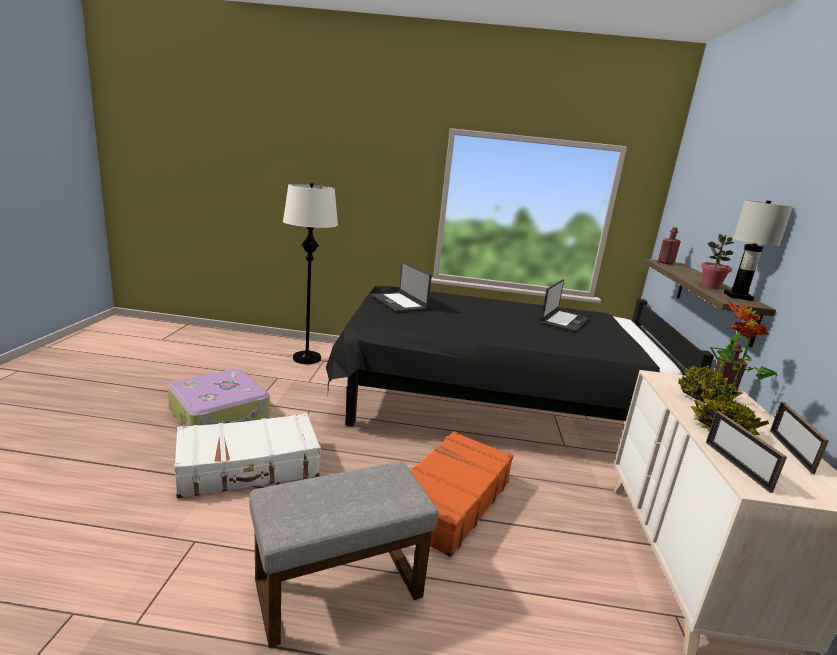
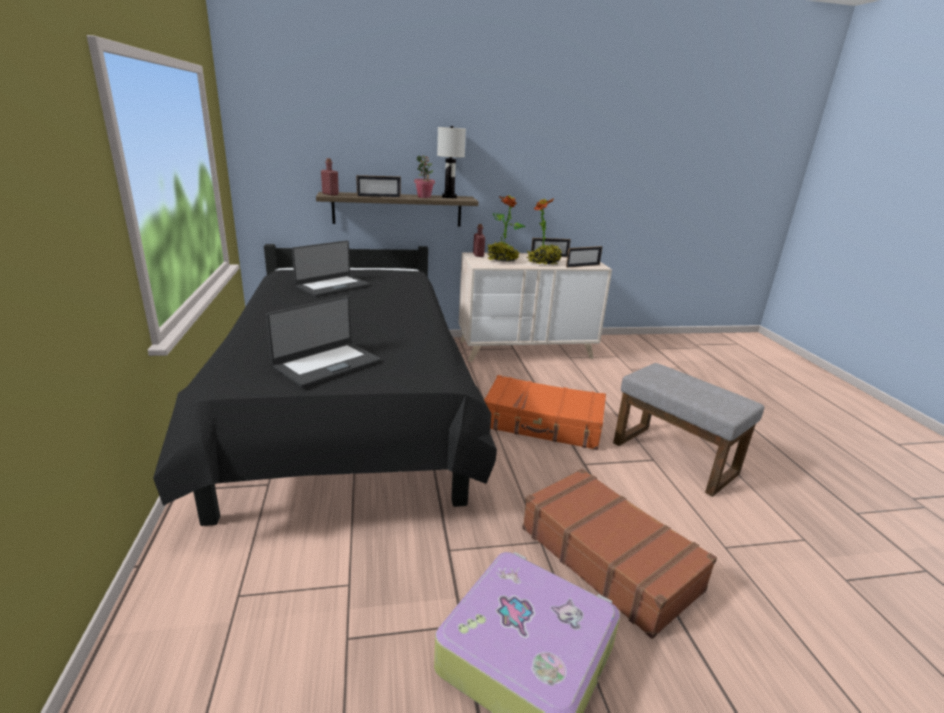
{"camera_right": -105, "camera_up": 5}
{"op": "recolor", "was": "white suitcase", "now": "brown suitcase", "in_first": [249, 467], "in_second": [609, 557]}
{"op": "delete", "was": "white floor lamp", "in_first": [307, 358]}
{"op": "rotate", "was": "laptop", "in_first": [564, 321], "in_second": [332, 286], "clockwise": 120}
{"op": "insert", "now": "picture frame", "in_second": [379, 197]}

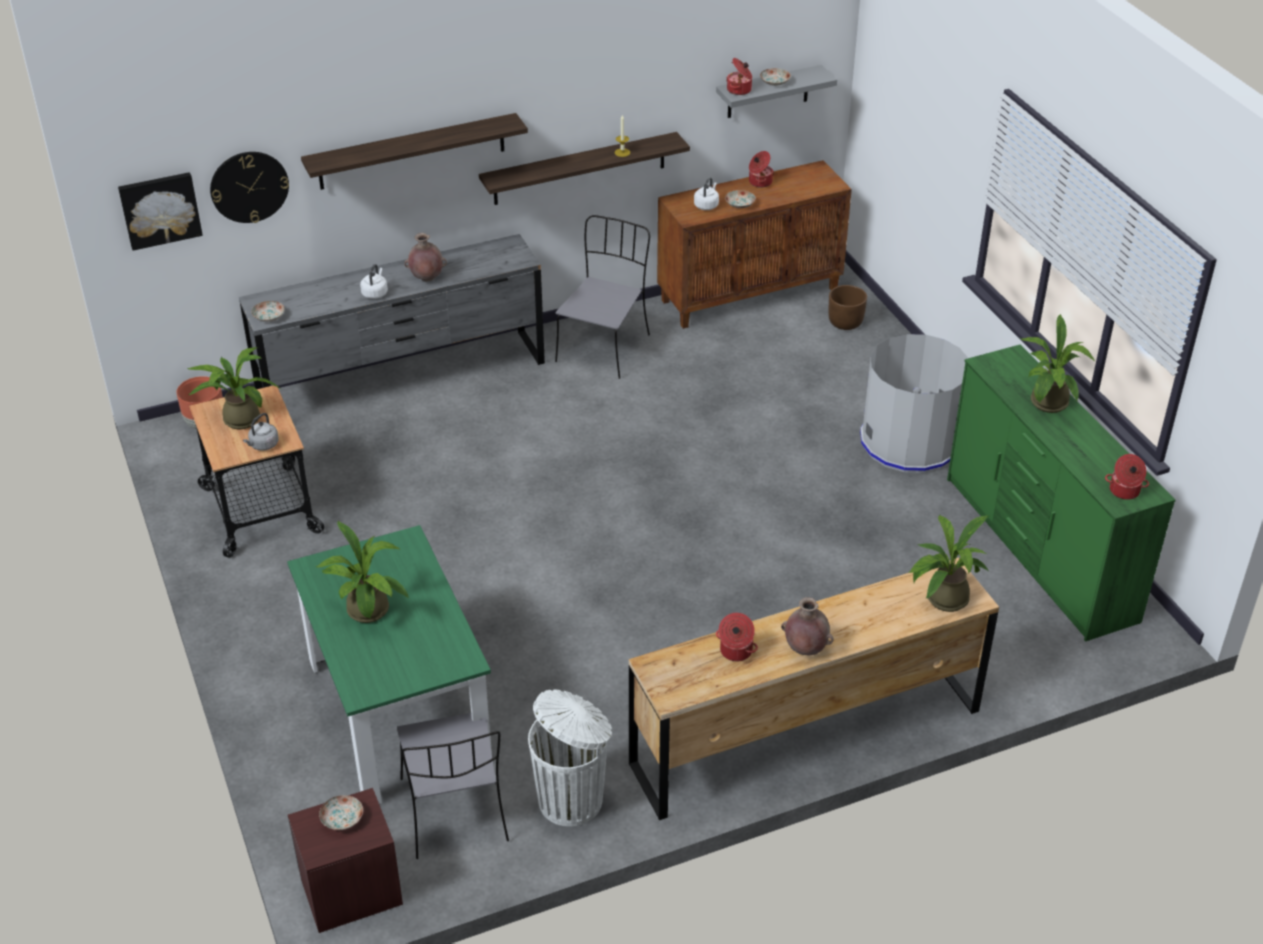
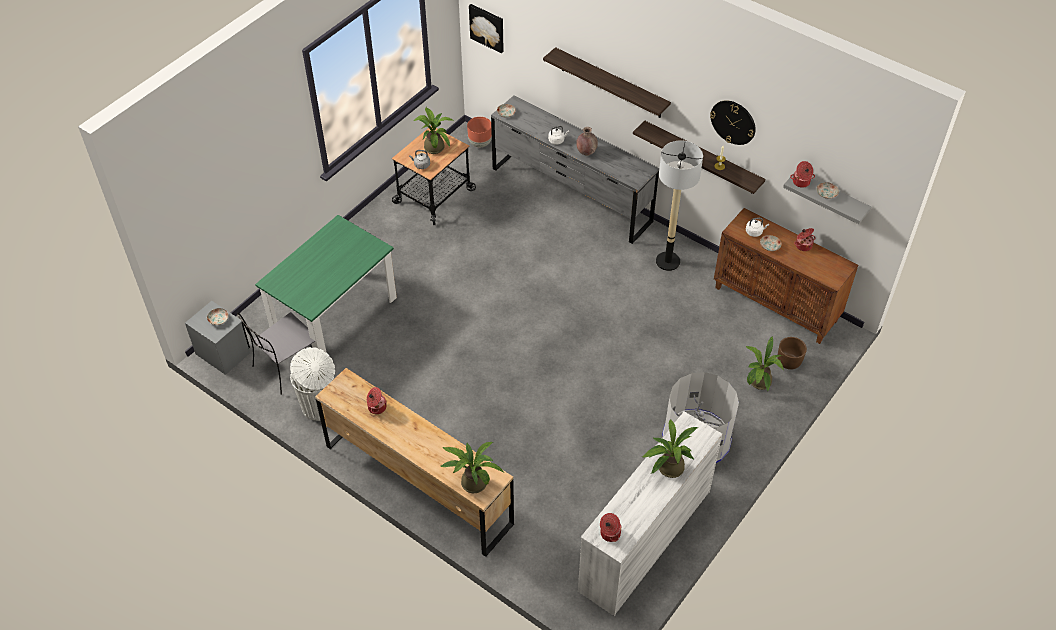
{"camera_right": 60, "camera_up": 10}
{"op": "move", "was": "wall clock", "in_first": [249, 186], "in_second": [733, 122]}
{"op": "recolor", "was": "brown nightstand", "now": "grey nightstand", "in_first": [351, 891], "in_second": [223, 353]}
{"op": "move", "was": "potted plant", "in_first": [369, 614], "in_second": [758, 383]}
{"op": "replace", "was": "grey chair", "now": "floor lamp", "in_first": [604, 347], "in_second": [668, 261]}
{"op": "delete", "was": "brown vase", "in_first": [805, 649]}
{"op": "recolor", "was": "green dresser", "now": "white dresser", "in_first": [1038, 549], "in_second": [644, 540]}

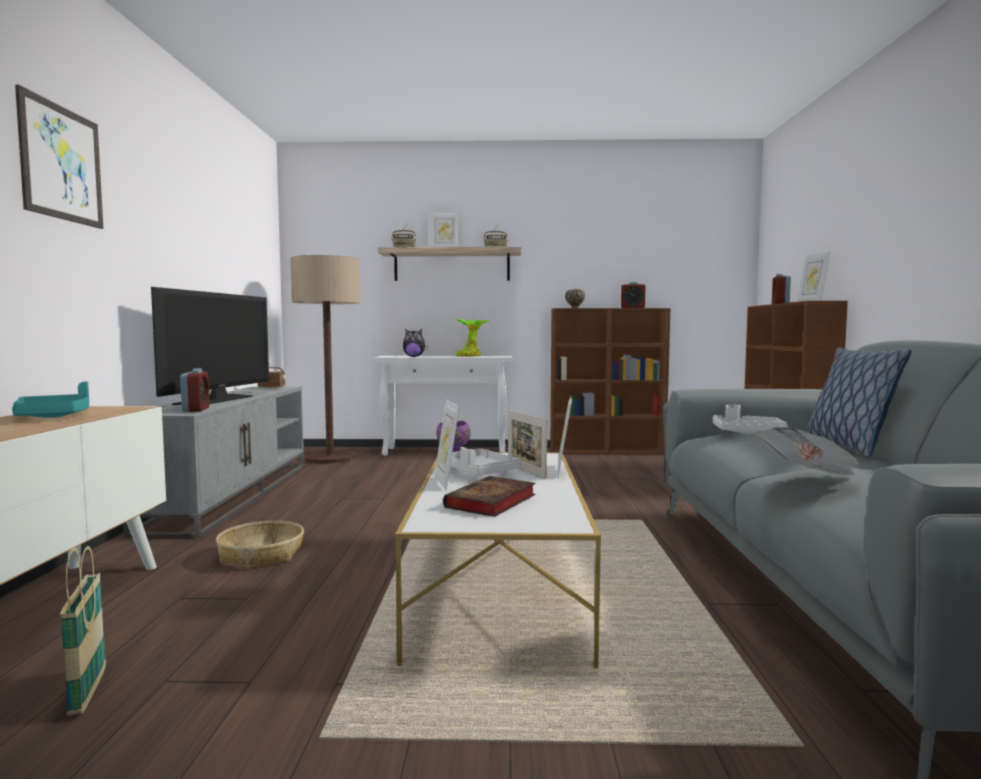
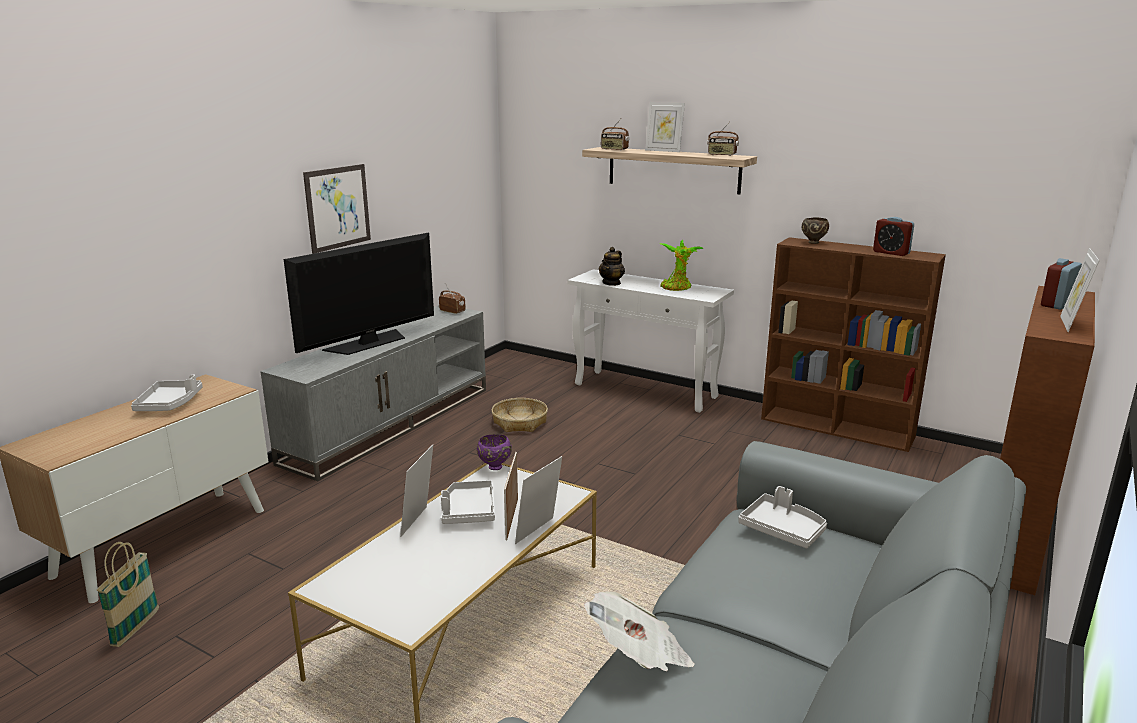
{"camera_right": 30, "camera_up": 15}
{"op": "recolor", "was": "turquoise tray", "now": "grey tray", "in_first": [54, 416], "in_second": [170, 404]}
{"op": "move", "was": "picture", "in_first": [62, 163], "in_second": [338, 207]}
{"op": "delete", "was": "alarm clock", "in_first": [196, 409]}
{"op": "move", "was": "basket", "in_first": [261, 555], "in_second": [519, 422]}
{"op": "delete", "was": "floor lamp", "in_first": [330, 458]}
{"op": "replace", "was": "plush toy", "now": "teapot", "in_first": [414, 356], "in_second": [611, 283]}
{"op": "delete", "was": "book", "in_first": [490, 502]}
{"op": "delete", "was": "pillow", "in_first": [847, 447]}

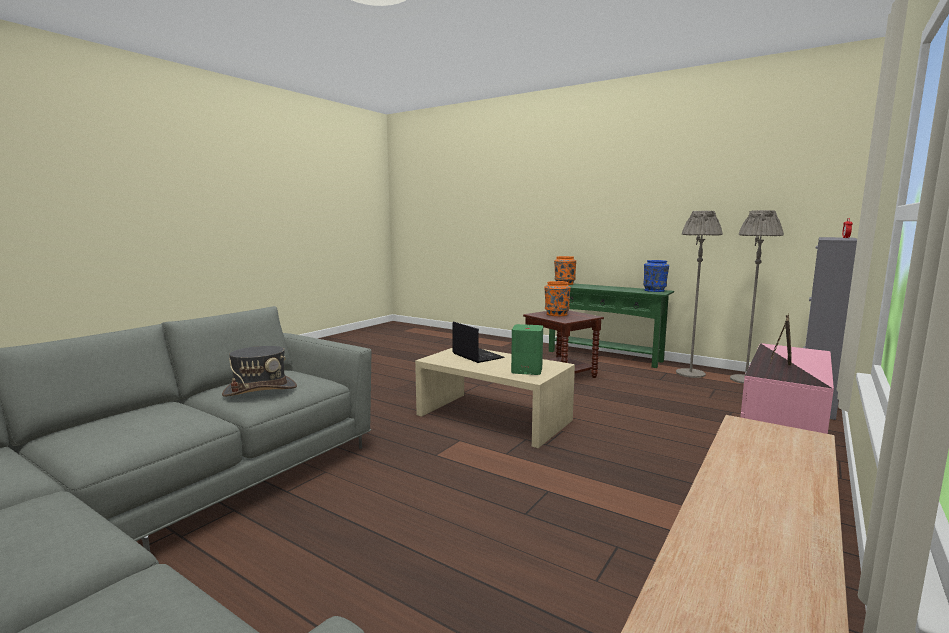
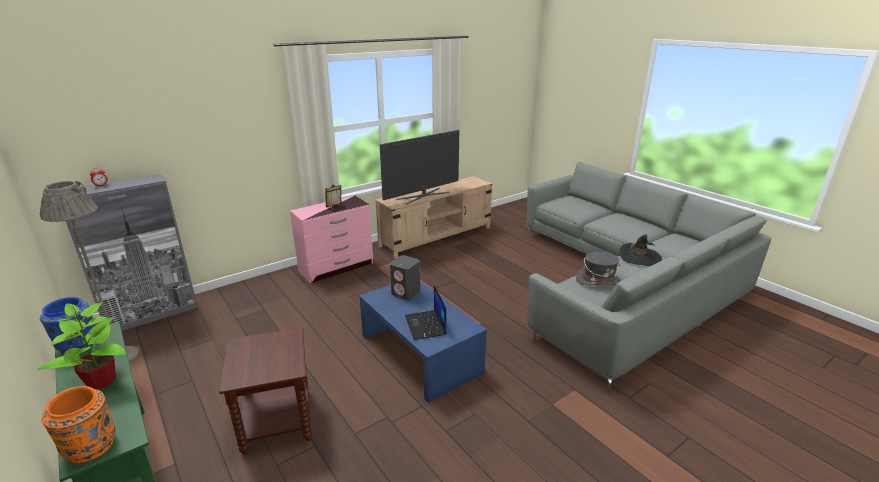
{"camera_right": -160, "camera_up": 15}
{"op": "recolor", "was": "beige coffee table", "now": "blue coffee table", "in_first": [493, 418], "in_second": [420, 353]}
{"op": "recolor", "was": "green speaker", "now": "grey speaker", "in_first": [526, 370], "in_second": [406, 292]}
{"op": "delete", "was": "orange vase", "in_first": [556, 314]}
{"op": "delete", "was": "grey floor lamp", "in_first": [690, 373]}
{"op": "insert", "now": "potted plant", "in_second": [101, 381]}
{"op": "insert", "now": "television", "in_second": [423, 196]}
{"op": "insert", "now": "black hat", "in_second": [639, 257]}

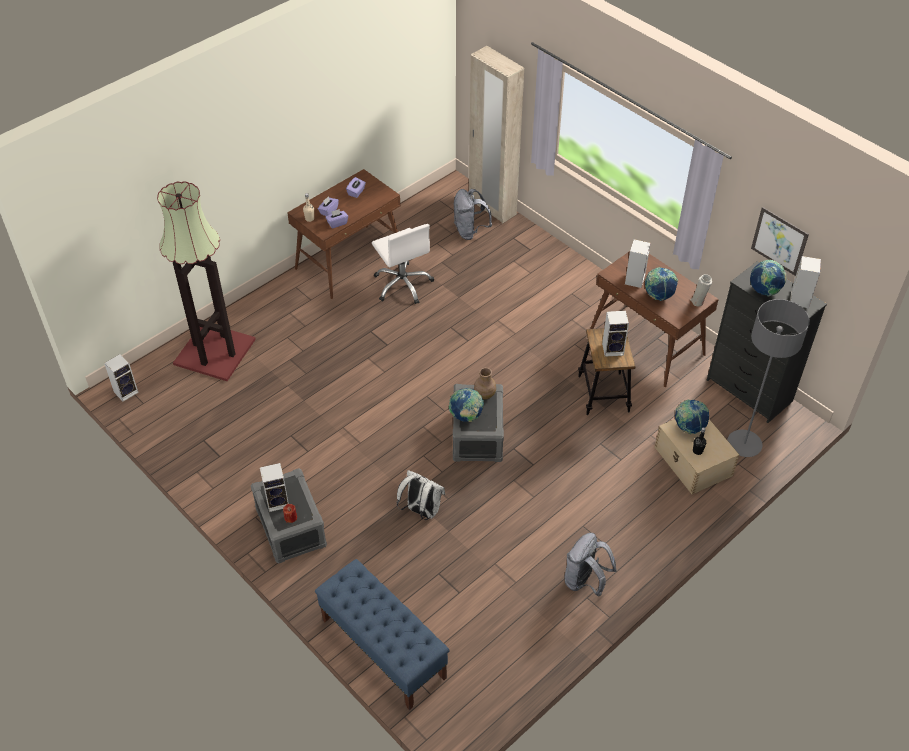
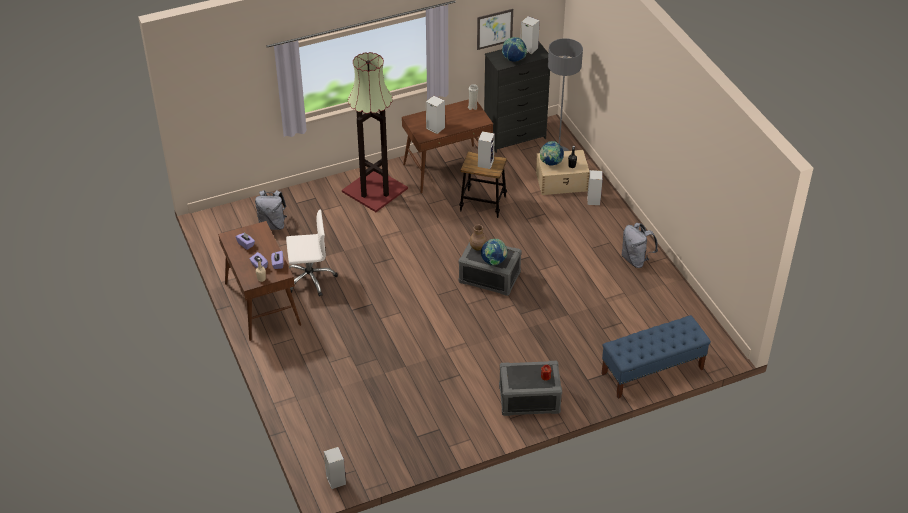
{"camera_right": -70, "camera_up": -5}
{"op": "move", "was": "floor lamp", "in_first": [216, 351], "in_second": [374, 189]}
{"op": "move", "was": "speaker", "in_first": [278, 501], "in_second": [593, 200]}
{"op": "delete", "was": "white backpack", "in_first": [421, 511]}
{"op": "delete", "was": "beige wardrobe", "in_first": [492, 207]}
{"op": "delete", "was": "globe", "in_first": [658, 296]}

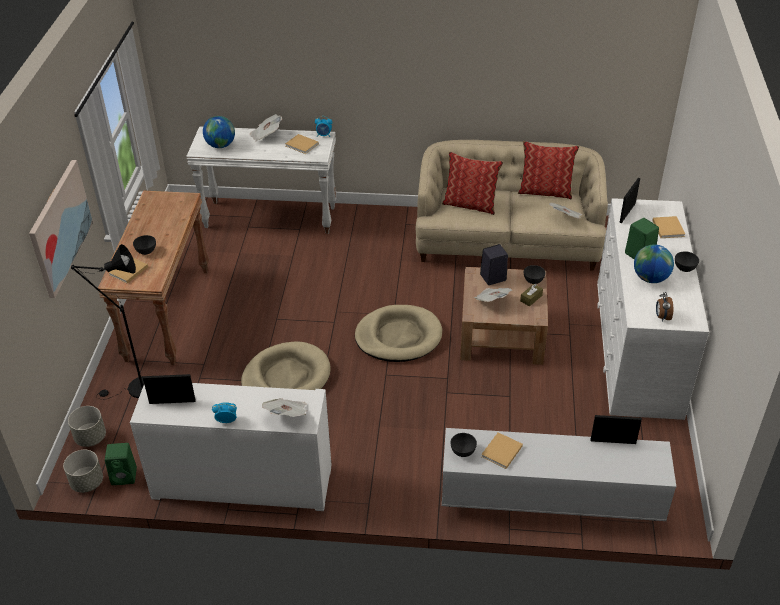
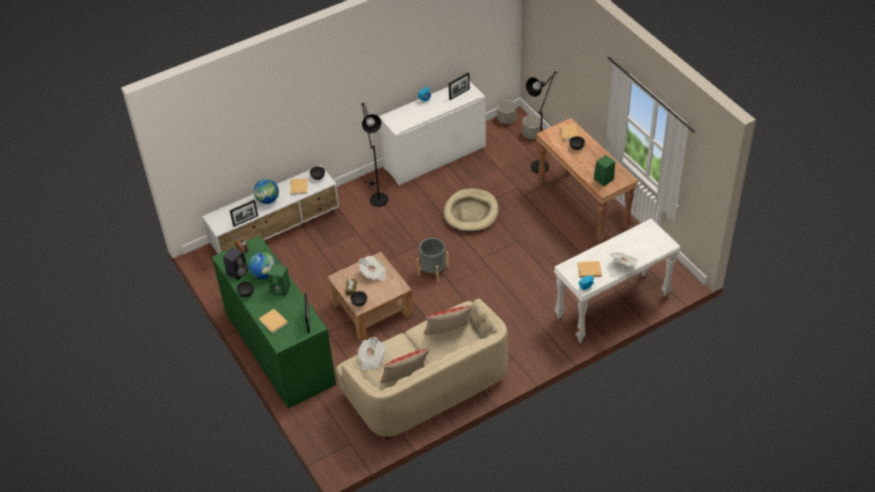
{"camera_right": 145, "camera_up": 5}
{"op": "delete", "was": "picture", "in_first": [59, 227]}
{"op": "move", "was": "green speaker", "in_first": [125, 476], "in_second": [603, 180]}
{"op": "move", "was": "globe", "in_first": [220, 145], "in_second": [268, 200]}
{"op": "delete", "was": "newspaper", "in_first": [287, 415]}
{"op": "replace", "was": "beige dog bed", "now": "grey planter", "in_first": [398, 336], "in_second": [433, 271]}
{"op": "move", "was": "black speaker", "in_first": [492, 278], "in_second": [237, 272]}
{"op": "recolor", "was": "white dresser", "now": "green dresser", "in_first": [637, 347], "in_second": [279, 347]}
{"op": "insert", "now": "black floor lamp", "in_second": [377, 197]}

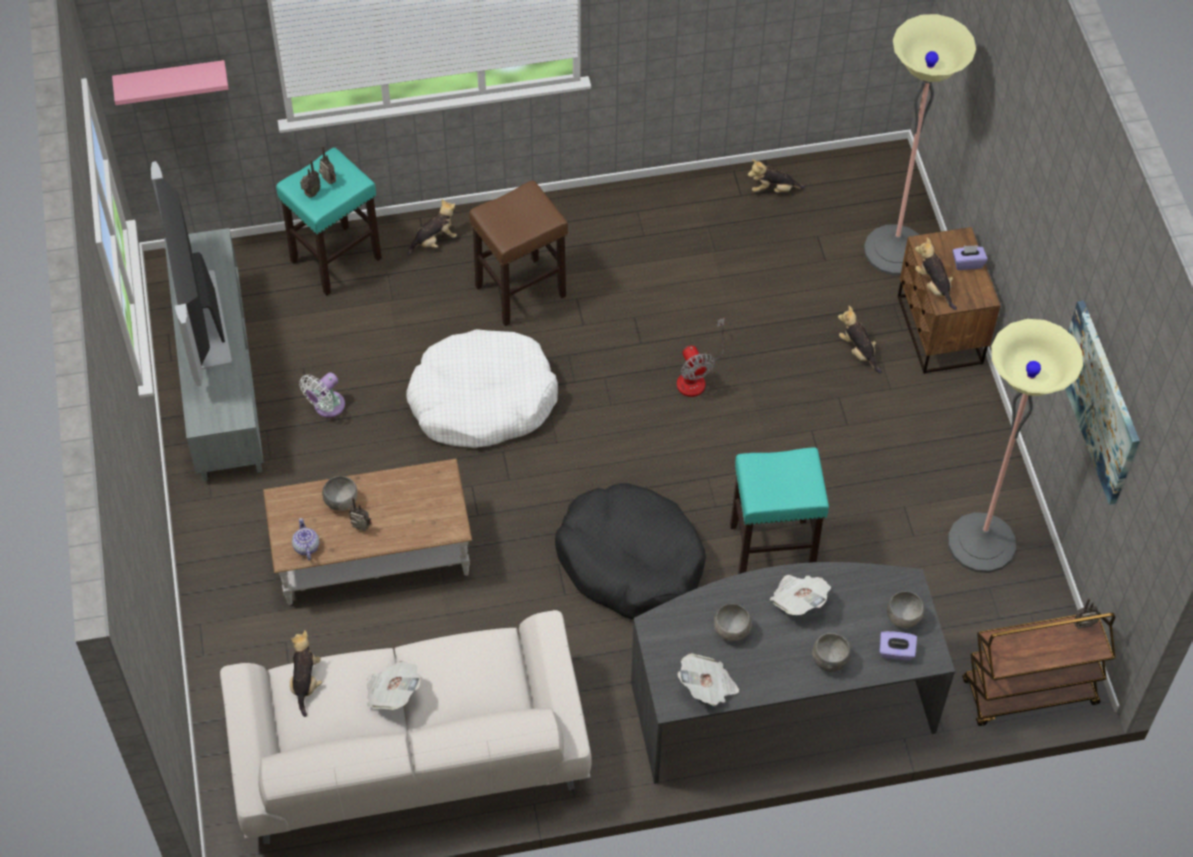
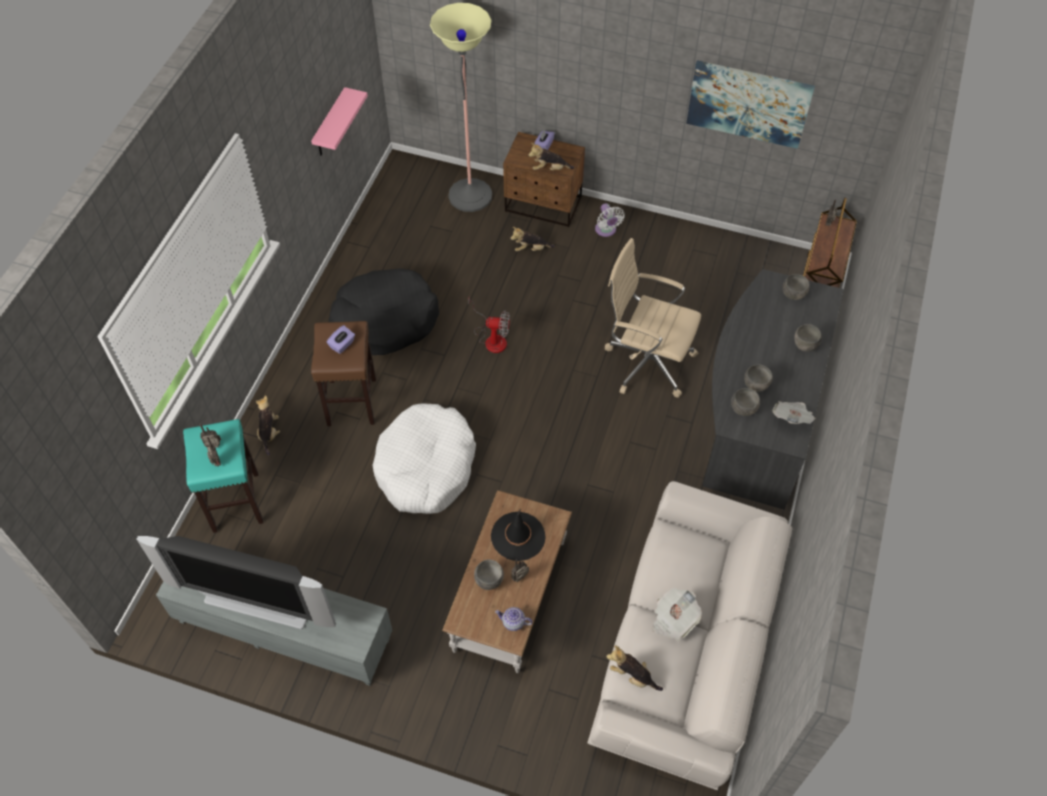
{"camera_right": -60, "camera_up": 0}
{"op": "move", "was": "pink shelf", "in_first": [171, 81], "in_second": [330, 124]}
{"op": "move", "was": "white fan", "in_first": [326, 407], "in_second": [606, 230]}
{"op": "move", "was": "black dog bed", "in_first": [630, 562], "in_second": [384, 321]}
{"op": "replace", "was": "turquoise stool", "now": "beige office chair", "in_first": [773, 548], "in_second": [646, 361]}
{"op": "delete", "was": "plush toy", "in_first": [773, 189]}
{"op": "delete", "was": "newspaper", "in_first": [798, 600]}
{"op": "move", "was": "purple tissue box", "in_first": [896, 652], "in_second": [342, 345]}
{"op": "delete", "was": "floor lamp", "in_first": [981, 543]}
{"op": "insert", "now": "black hat", "in_second": [518, 536]}
{"op": "insert", "now": "grey bowl", "in_second": [743, 409]}

